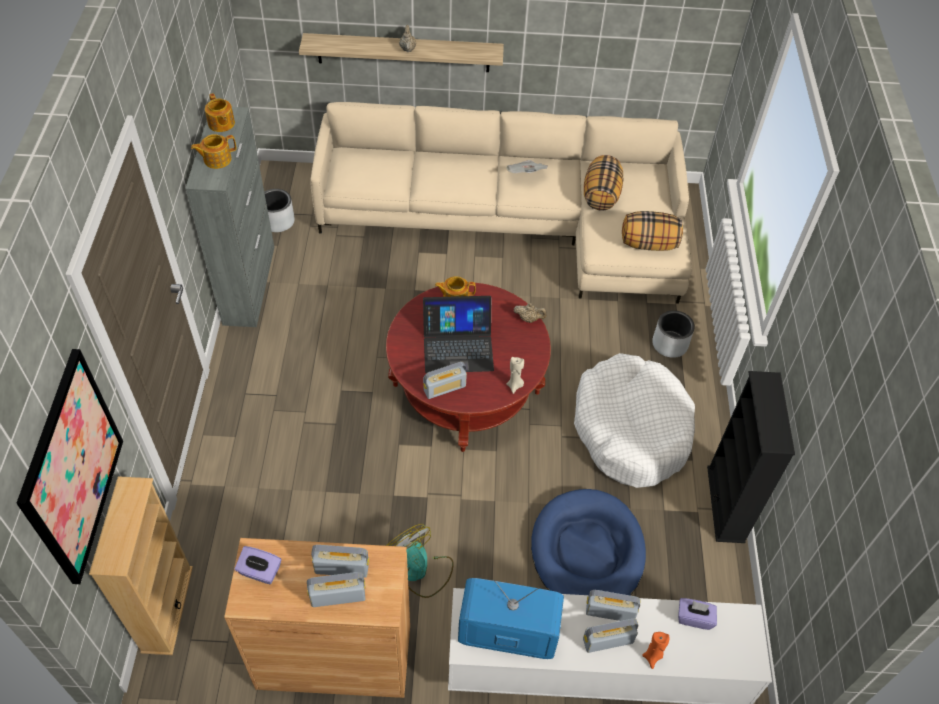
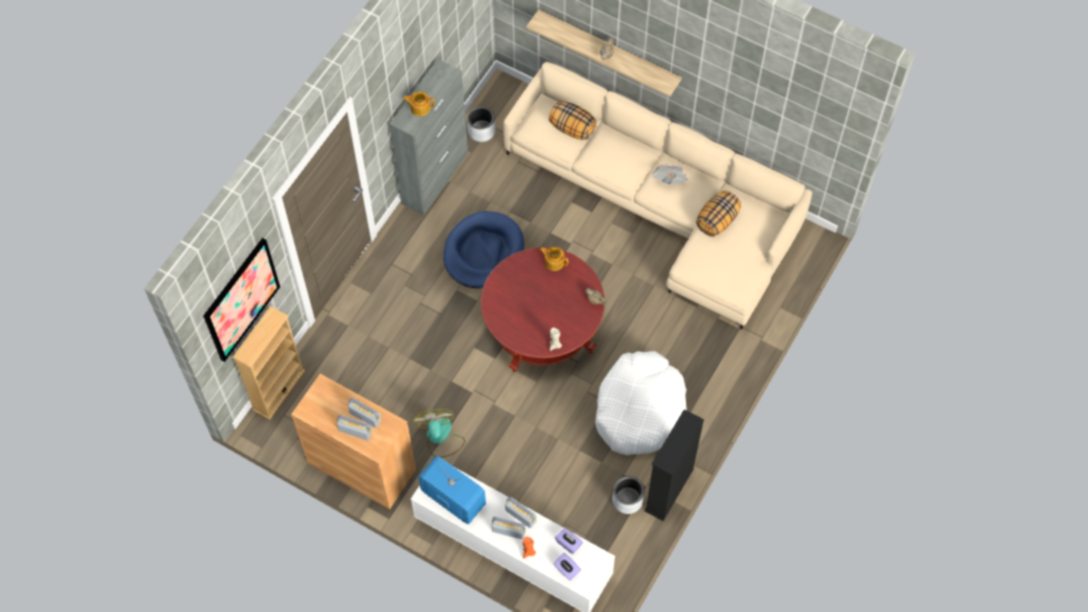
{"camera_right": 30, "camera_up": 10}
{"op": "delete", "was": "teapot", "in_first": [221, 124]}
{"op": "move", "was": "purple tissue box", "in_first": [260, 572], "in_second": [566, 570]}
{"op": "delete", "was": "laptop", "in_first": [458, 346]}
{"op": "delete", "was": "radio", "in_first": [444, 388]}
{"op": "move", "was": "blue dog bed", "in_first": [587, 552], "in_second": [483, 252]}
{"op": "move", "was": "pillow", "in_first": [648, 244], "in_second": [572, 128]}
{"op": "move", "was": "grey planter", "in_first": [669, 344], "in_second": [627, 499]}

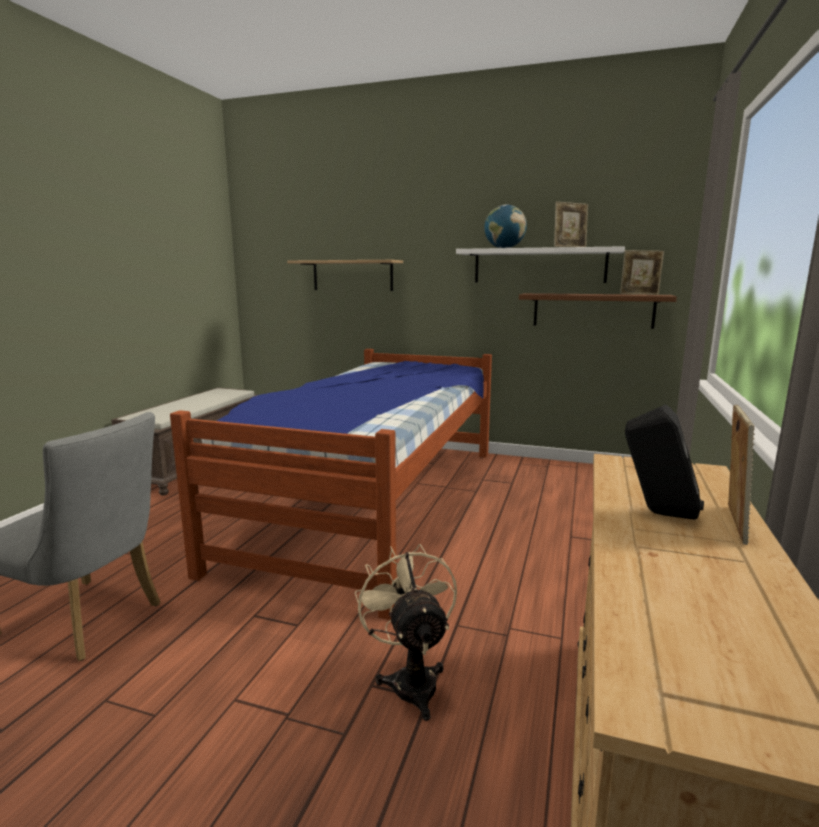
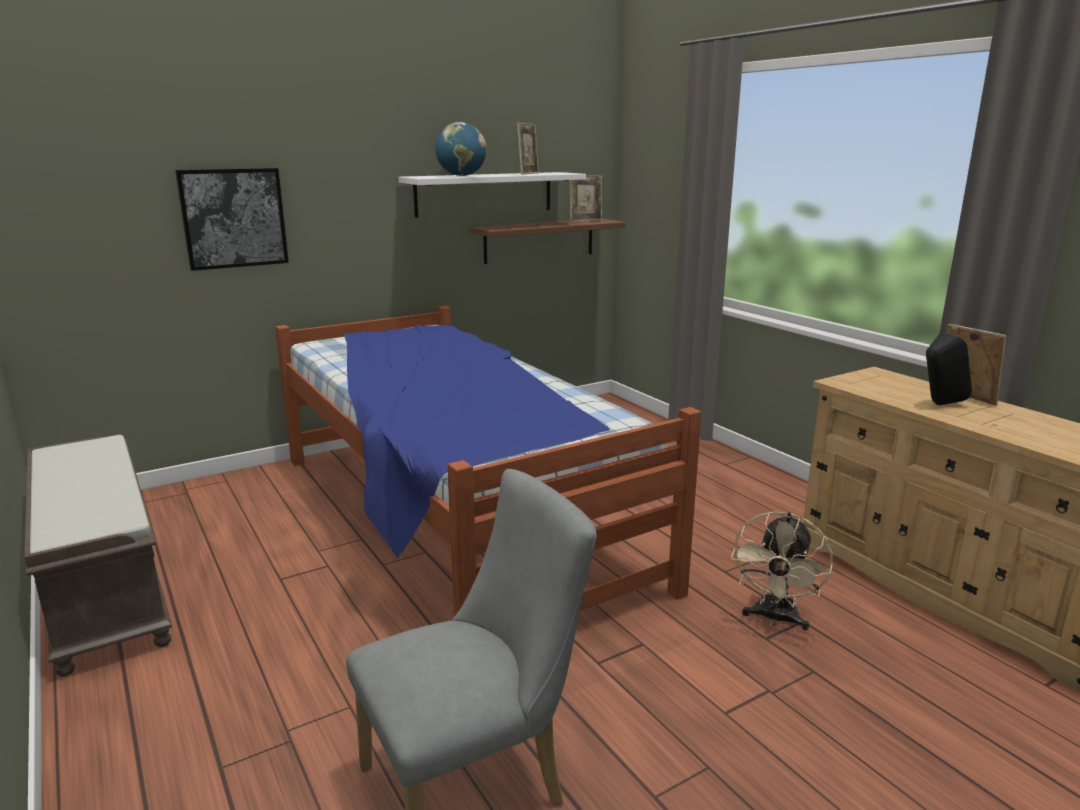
{"camera_right": -50, "camera_up": 5}
{"op": "replace", "was": "shelf", "now": "picture", "in_first": [352, 275], "in_second": [233, 218]}
{"op": "rotate", "was": "beige fan", "in_first": [411, 680], "in_second": [775, 618], "clockwise": -90}

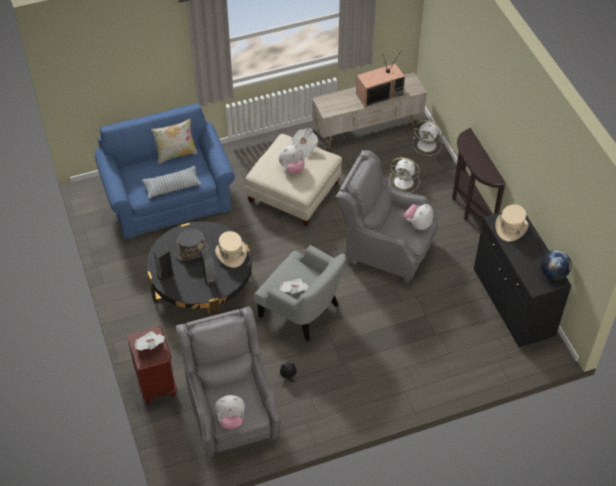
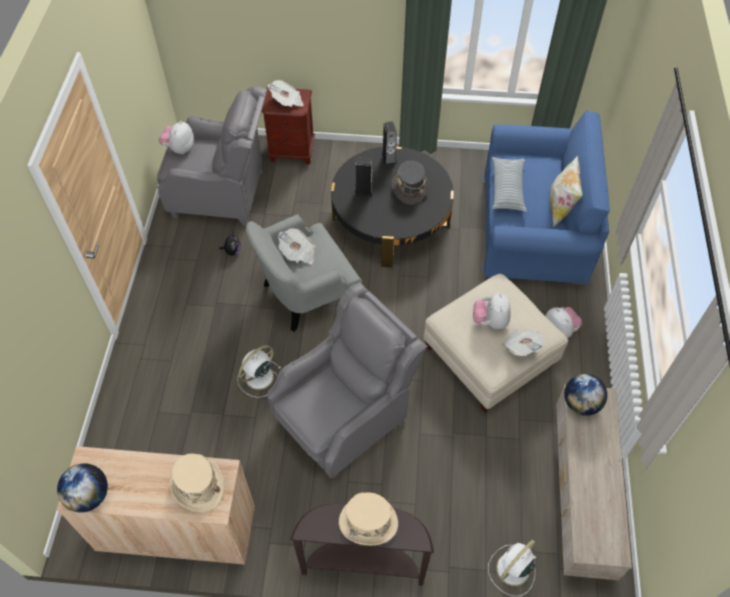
{"camera_right": 115, "camera_up": 5}
{"op": "move", "was": "beige hat", "in_first": [231, 254], "in_second": [368, 523]}
{"op": "delete", "was": "television", "in_first": [379, 93]}
{"op": "move", "was": "white fan", "in_first": [404, 182], "in_second": [258, 378]}
{"op": "move", "was": "plush toy", "in_first": [418, 224], "in_second": [559, 331]}
{"op": "recolor", "was": "black cabinet", "now": "beige cabinet", "in_first": [513, 303], "in_second": [176, 528]}
{"op": "insert", "now": "globe", "in_second": [580, 403]}

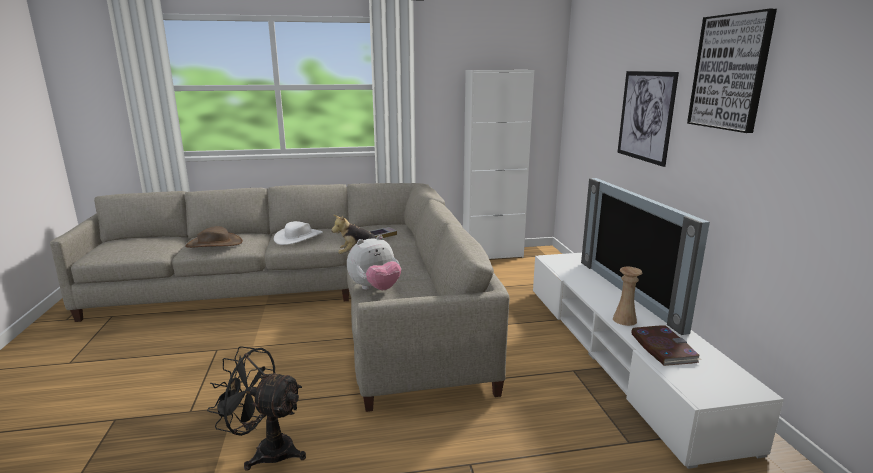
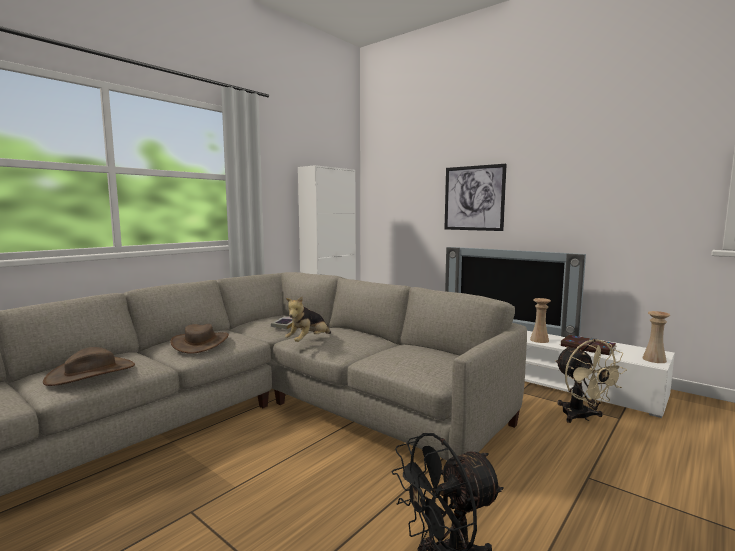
{"camera_right": -40, "camera_up": -10}
{"op": "recolor", "was": "white hat", "now": "brown hat", "in_first": [299, 237], "in_second": [201, 343]}
{"op": "delete", "was": "plush toy", "in_first": [375, 289]}
{"op": "delete", "was": "picture", "in_first": [730, 72]}
{"op": "insert", "now": "beige fan", "in_second": [582, 417]}
{"op": "insert", "now": "beige vase", "in_second": [654, 359]}

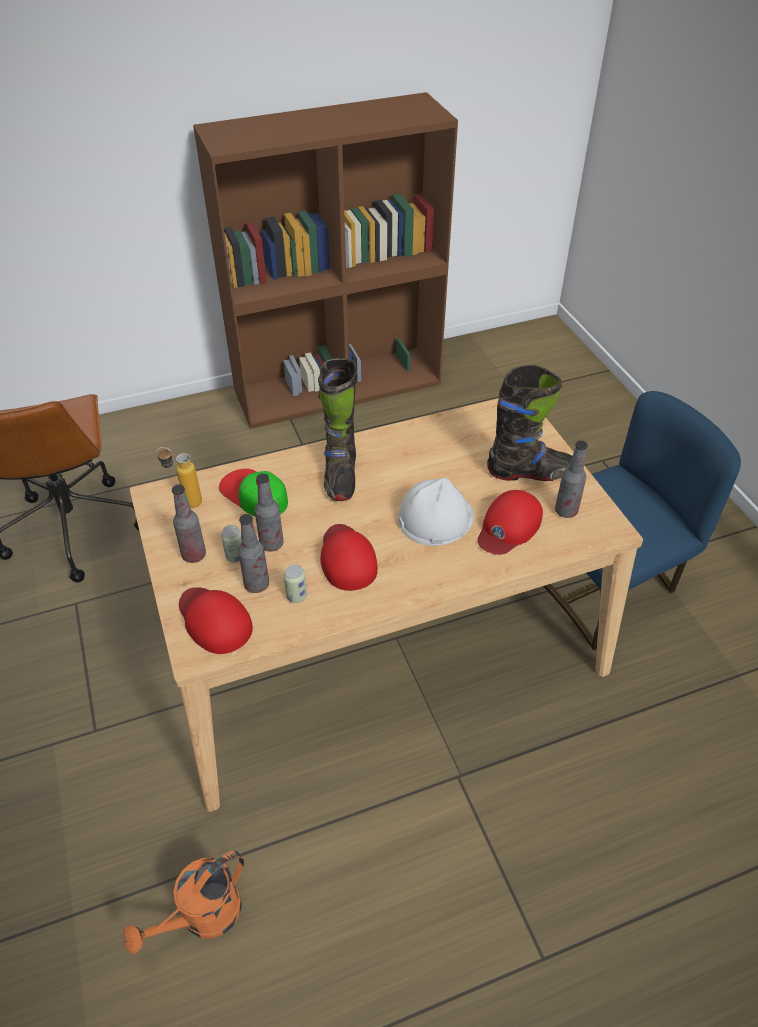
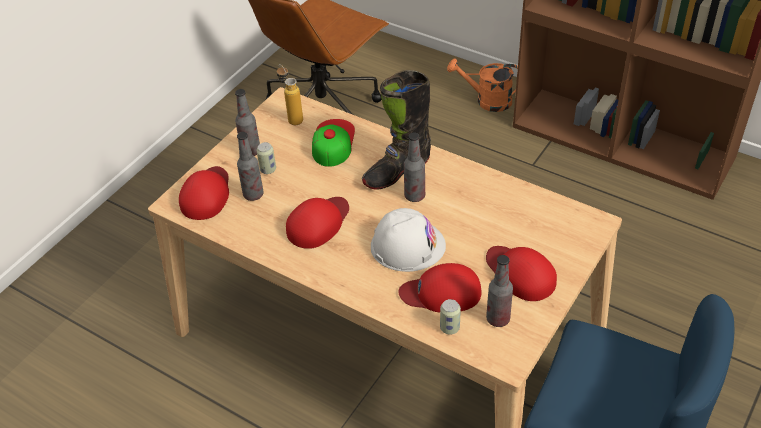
{"camera_right": 55, "camera_up": 0}
{"op": "move", "was": "orange watering can", "in_first": [202, 918], "in_second": [487, 101]}
{"op": "move", "was": "bottle", "in_first": [271, 544], "in_second": [414, 196]}
{"op": "move", "was": "can", "in_first": [296, 596], "in_second": [449, 328]}
{"op": "replace", "was": "black boot", "now": "red cap", "in_first": [530, 472], "in_second": [520, 274]}

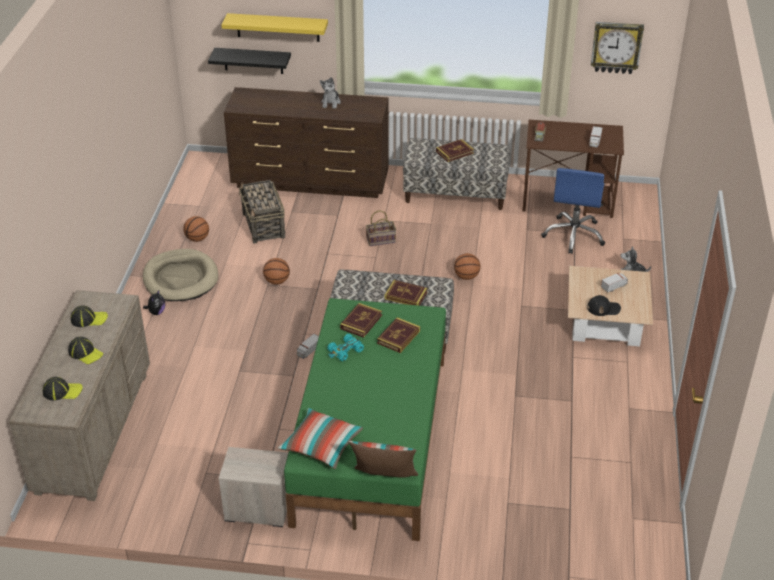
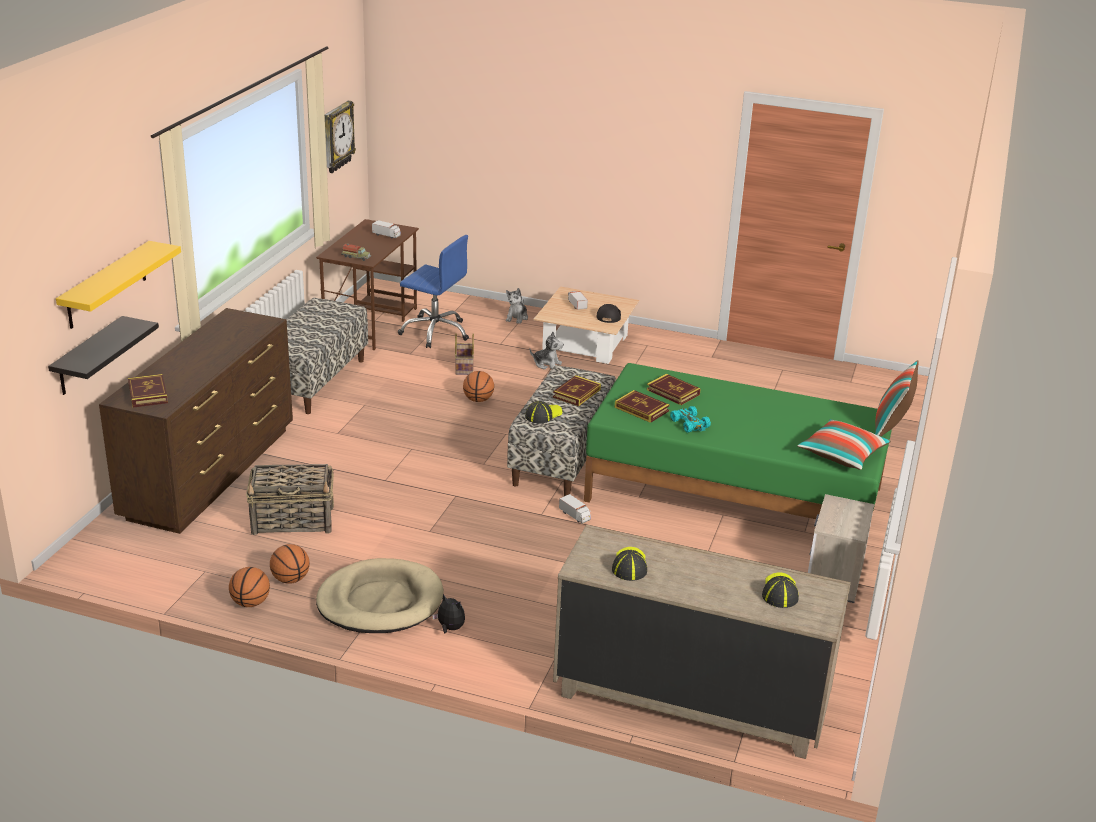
{"camera_right": -80, "camera_up": -10}
{"op": "move", "was": "cap", "in_first": [85, 353], "in_second": [543, 415]}
{"op": "move", "was": "basketball", "in_first": [277, 281], "in_second": [250, 603]}
{"op": "move", "was": "plush toy", "in_first": [331, 103], "in_second": [547, 364]}
{"op": "move", "was": "basket", "in_first": [381, 240], "in_second": [463, 367]}
{"op": "move", "was": "book", "in_first": [454, 152], "in_second": [148, 394]}

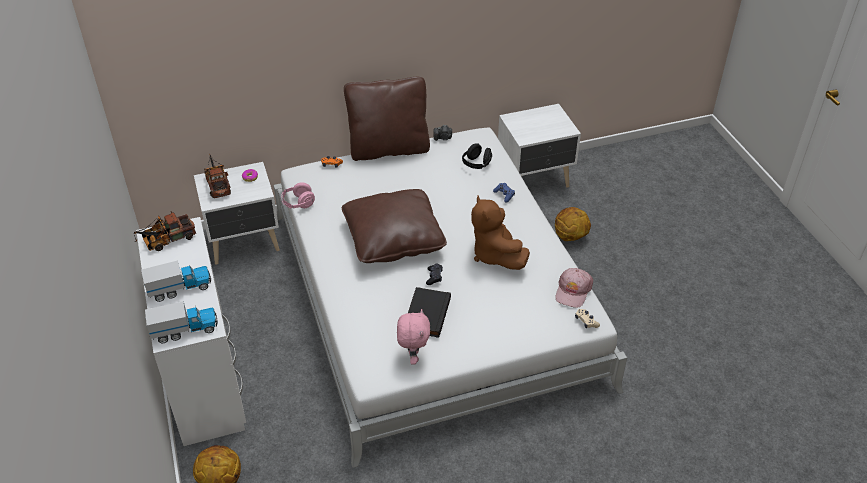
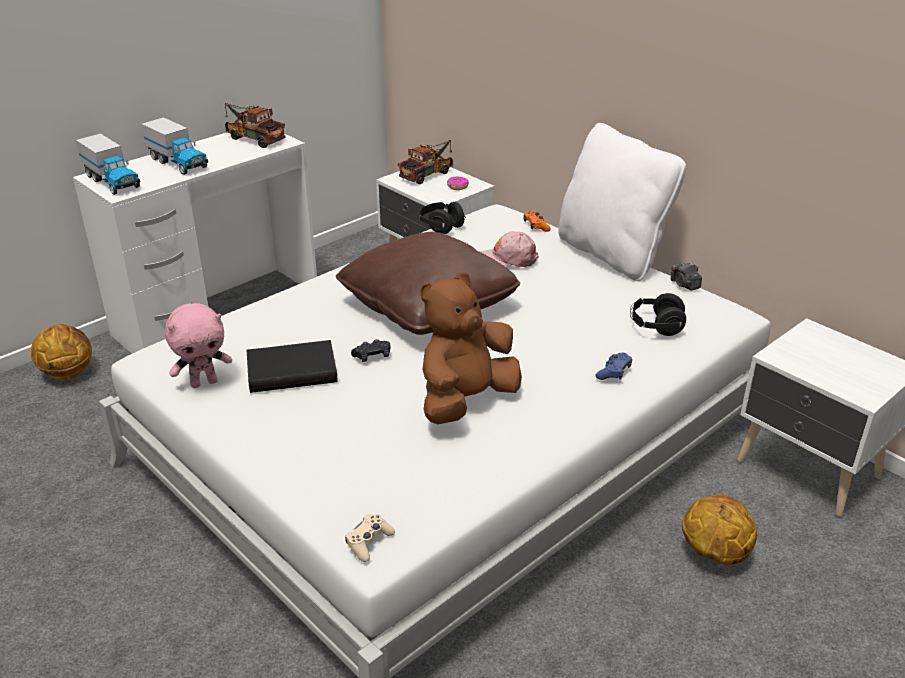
{"camera_right": 65, "camera_up": -10}
{"op": "recolor", "was": "pink headphones", "now": "black headphones", "in_first": [298, 203], "in_second": [441, 227]}
{"op": "recolor", "was": "brown pillow", "now": "white pillow", "in_first": [389, 149], "in_second": [612, 254]}
{"op": "move", "was": "pink cap", "in_first": [573, 291], "in_second": [507, 259]}

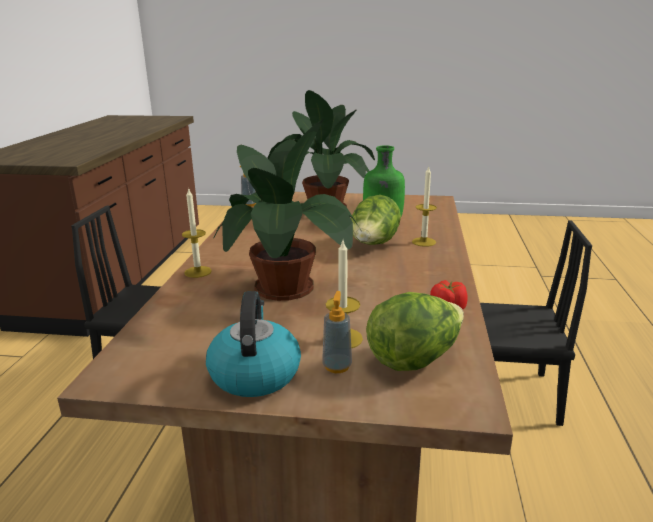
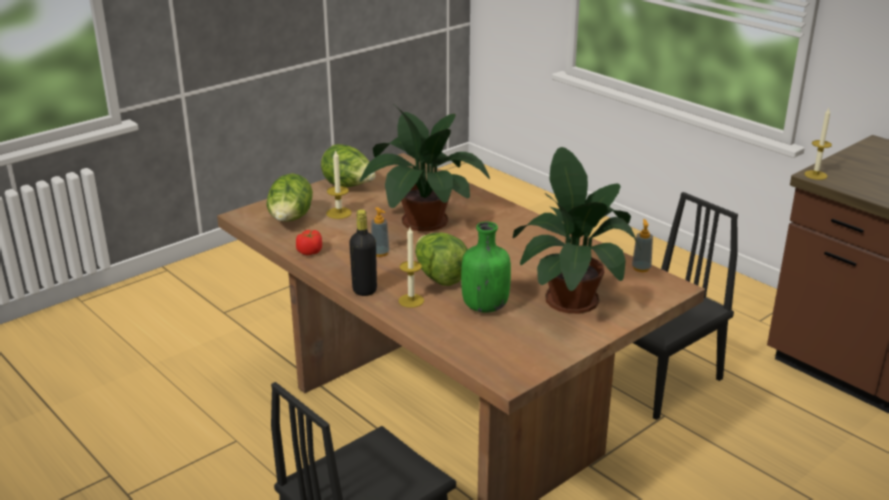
{"camera_right": 130, "camera_up": 5}
{"op": "move", "was": "candle", "in_first": [198, 272], "in_second": [815, 175]}
{"op": "replace", "was": "kettle", "now": "lettuce", "in_first": [254, 373], "in_second": [349, 186]}
{"op": "move", "was": "soap dispenser", "in_first": [337, 366], "in_second": [380, 253]}
{"op": "insert", "now": "black bottle", "in_second": [364, 290]}

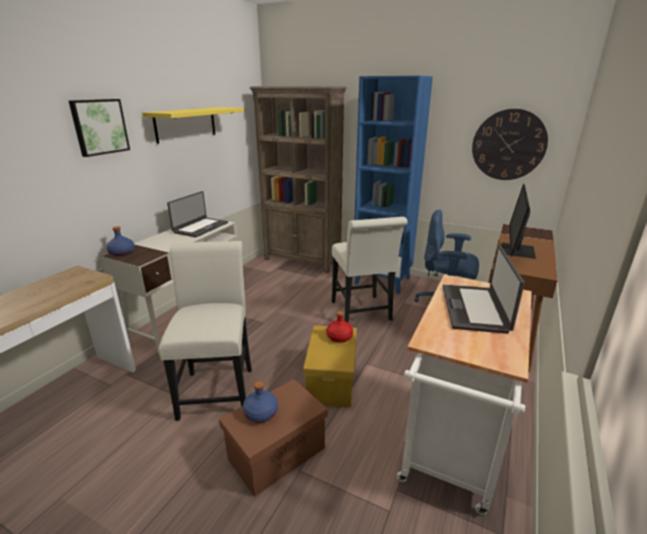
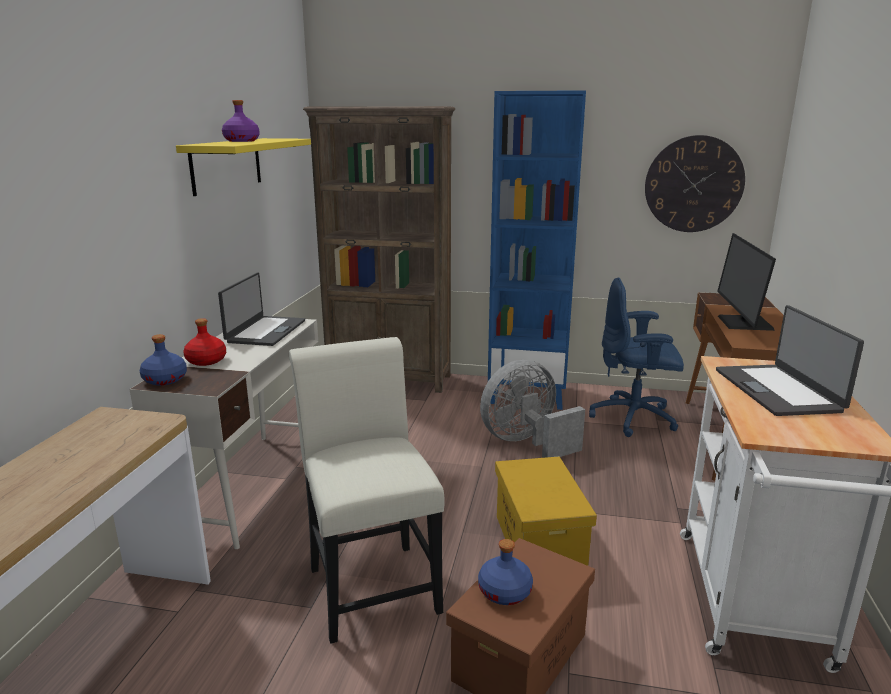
{"camera_right": -15, "camera_up": -5}
{"op": "delete", "was": "picture", "in_first": [99, 127]}
{"op": "move", "was": "red bottle", "in_first": [339, 337], "in_second": [206, 361]}
{"op": "replace", "was": "white chair", "now": "grey fan", "in_first": [362, 313], "in_second": [526, 442]}
{"op": "insert", "now": "purple bottle", "in_second": [241, 141]}

